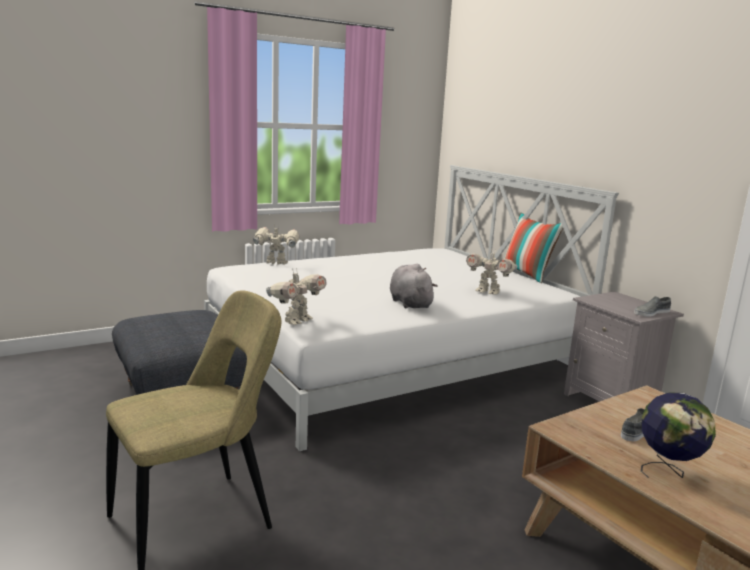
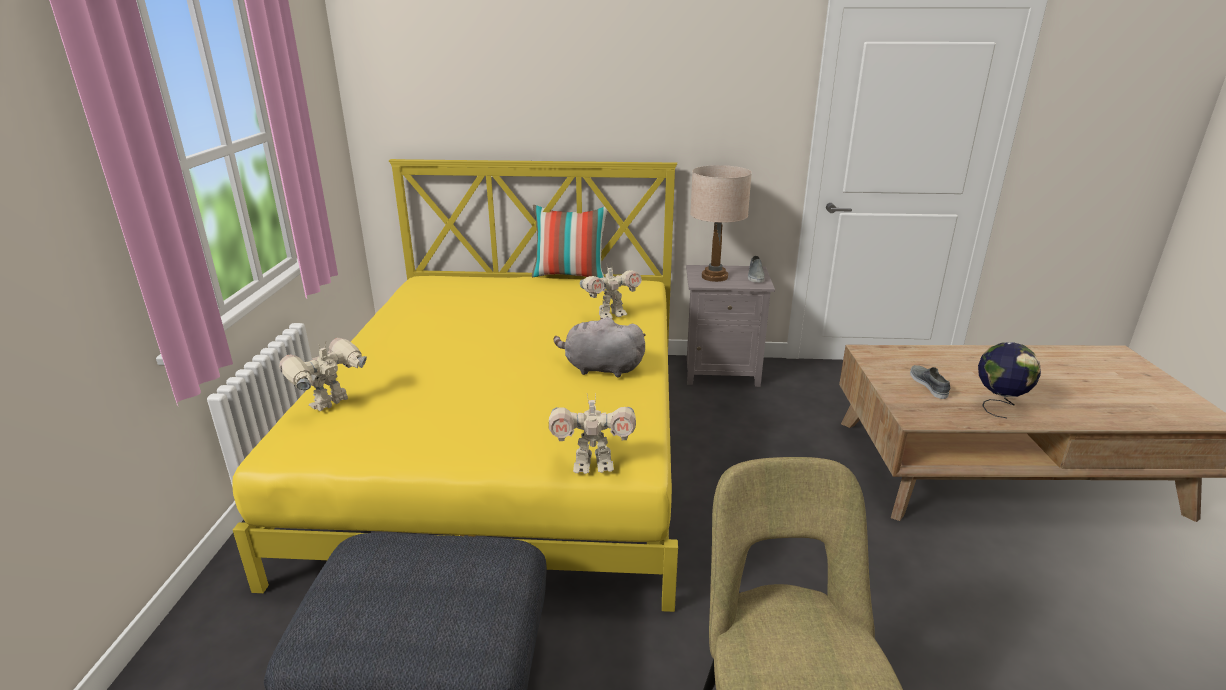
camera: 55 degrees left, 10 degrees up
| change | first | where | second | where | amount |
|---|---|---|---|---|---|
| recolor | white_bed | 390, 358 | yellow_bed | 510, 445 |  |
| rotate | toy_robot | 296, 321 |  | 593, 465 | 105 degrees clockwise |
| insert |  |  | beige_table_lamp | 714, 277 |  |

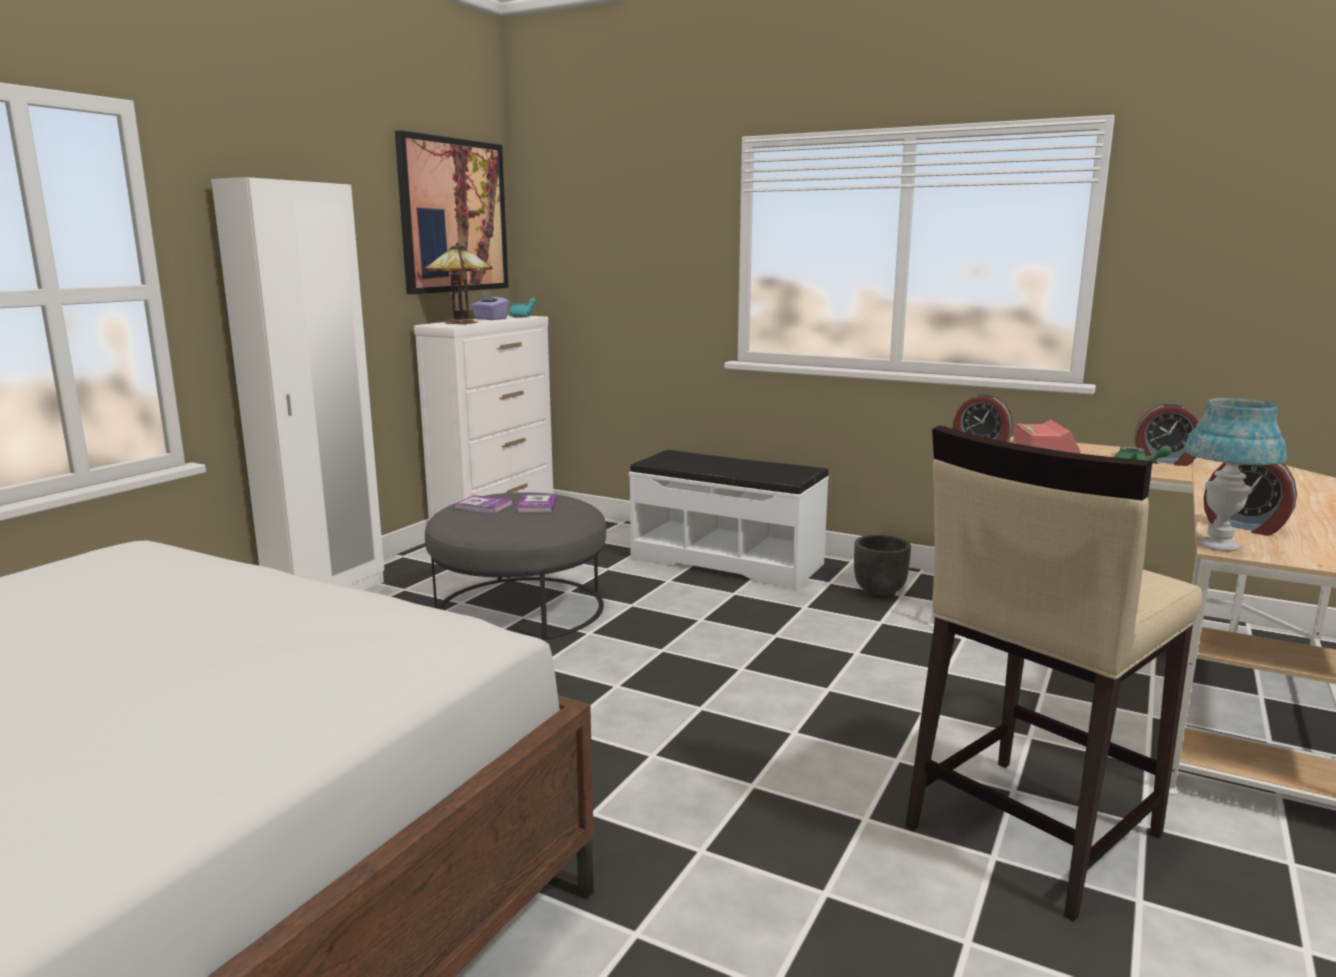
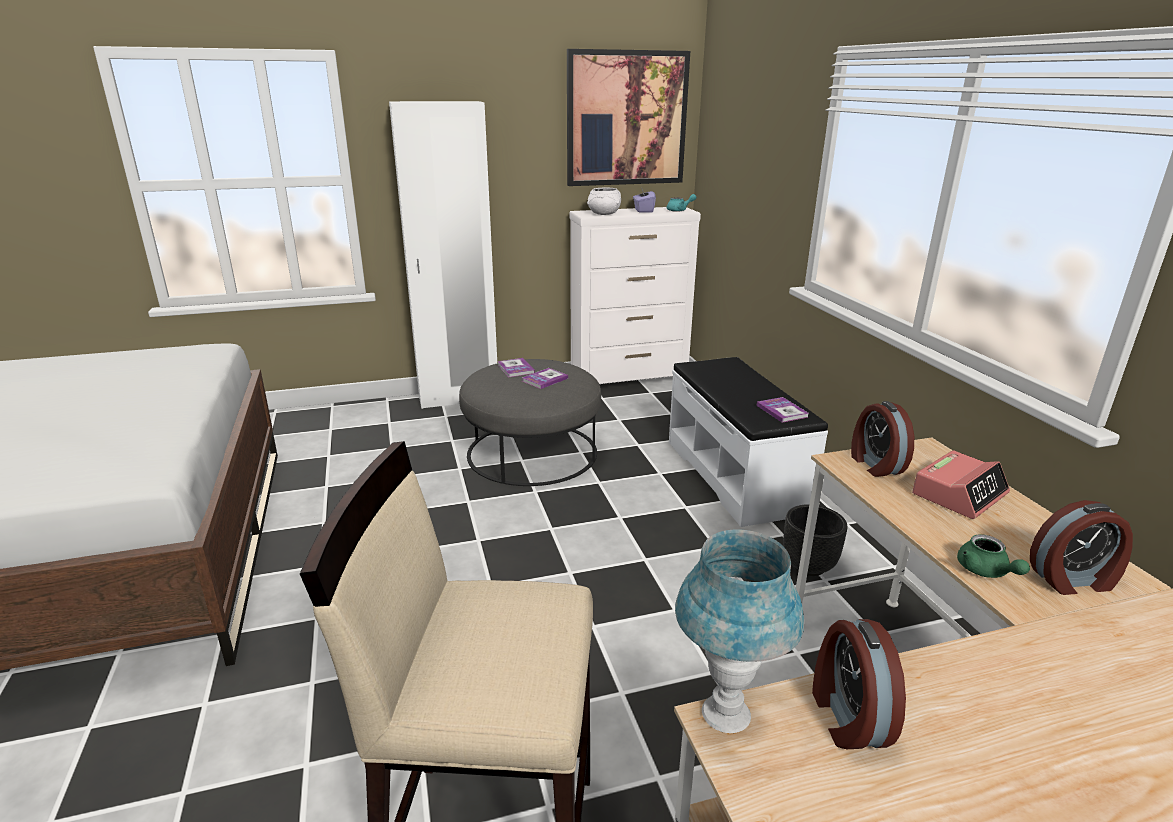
camera: 45 degrees right, 10 degrees up
| change | first | where | second | where | amount |
|---|---|---|---|---|---|
| replace | table_lamp | 464, 323 | white_bowl | 604, 214 |  |
| insert |  |  | book | 782, 411 |  |
| rotate | alarm_clock | 1164, 461 |  | 1073, 580 | 75 degrees counterclockwise |

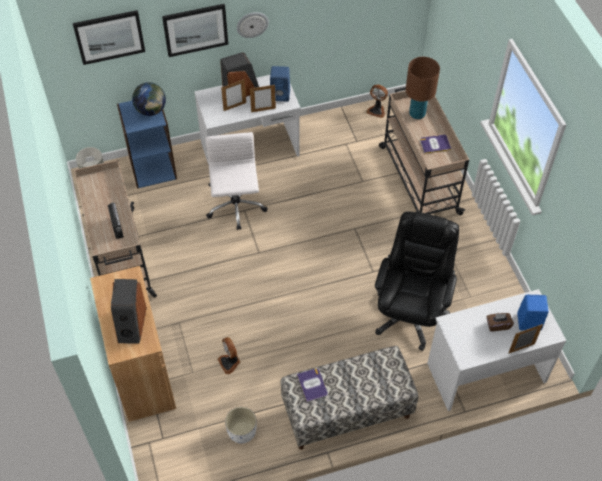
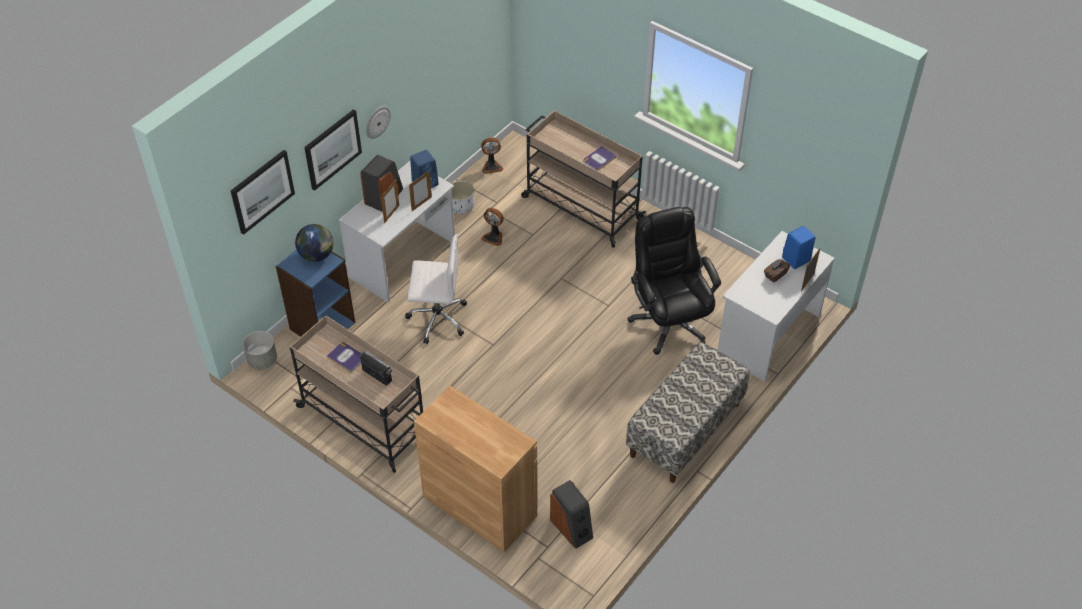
camera: 35 degrees left, 5 degrees down
| change | first | where | second | where | amount |
|---|---|---|---|---|---|
| move | book | 312, 385 |  | 346, 357 |  |
| rotate | white_office_chair | 236, 208 |  | 437, 318 | 135 degrees clockwise |
| move | white_planter | 242, 432 |  | 462, 207 |  |
| move | fan | 230, 362 |  | 493, 237 |  |
| move | speaker | 131, 324 |  | 572, 527 |  |
| delete | brown_table_lamp | 417, 114 |  |  |  |

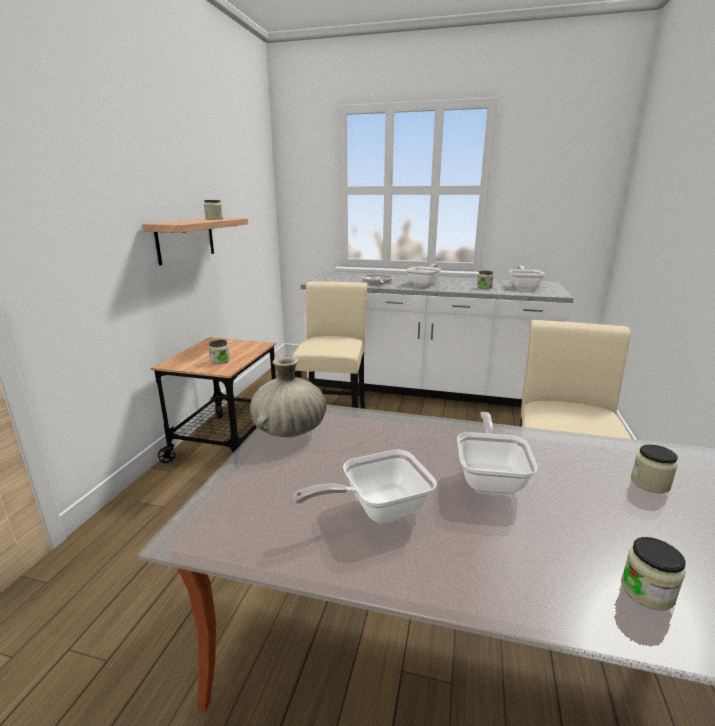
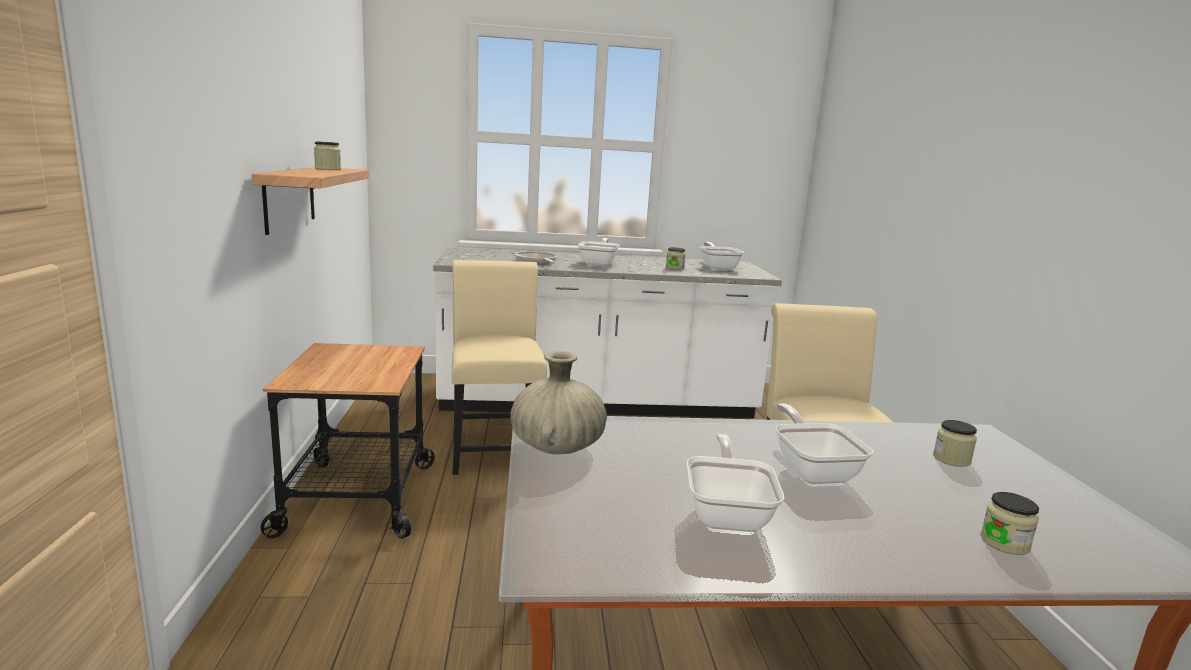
camera: 20 degrees left, 5 degrees down
| change | first | where | second | where | amount |
|---|---|---|---|---|---|
| rotate | frying_pan | 377, 509 |  | 728, 513 | 135 degrees clockwise |
| delete | jar | 220, 361 |  |  |  |

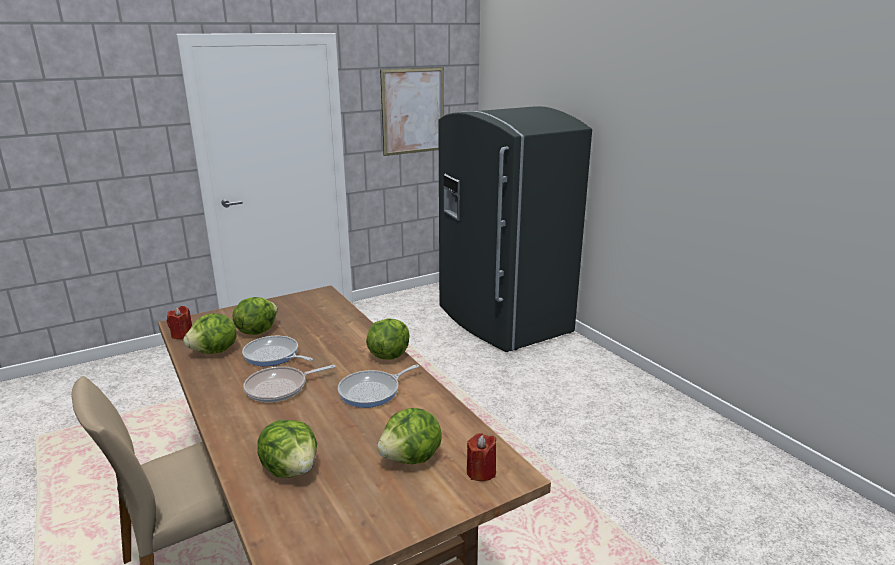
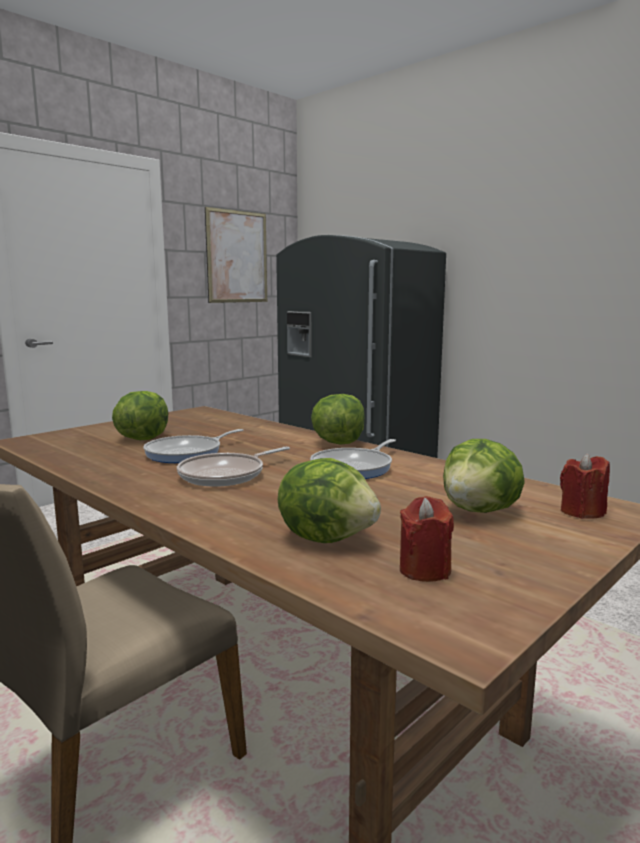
camera: 15 degrees left, 10 degrees down
| change | first | where | second | where | amount |
|---|---|---|---|---|---|
| rotate | frying_pan | 273, 355 |  | 187, 453 | 60 degrees counterclockwise |
| move | red_candle | 182, 334 |  | 424, 570 |  |
| delete | lettuce | 215, 351 |  |  |  |

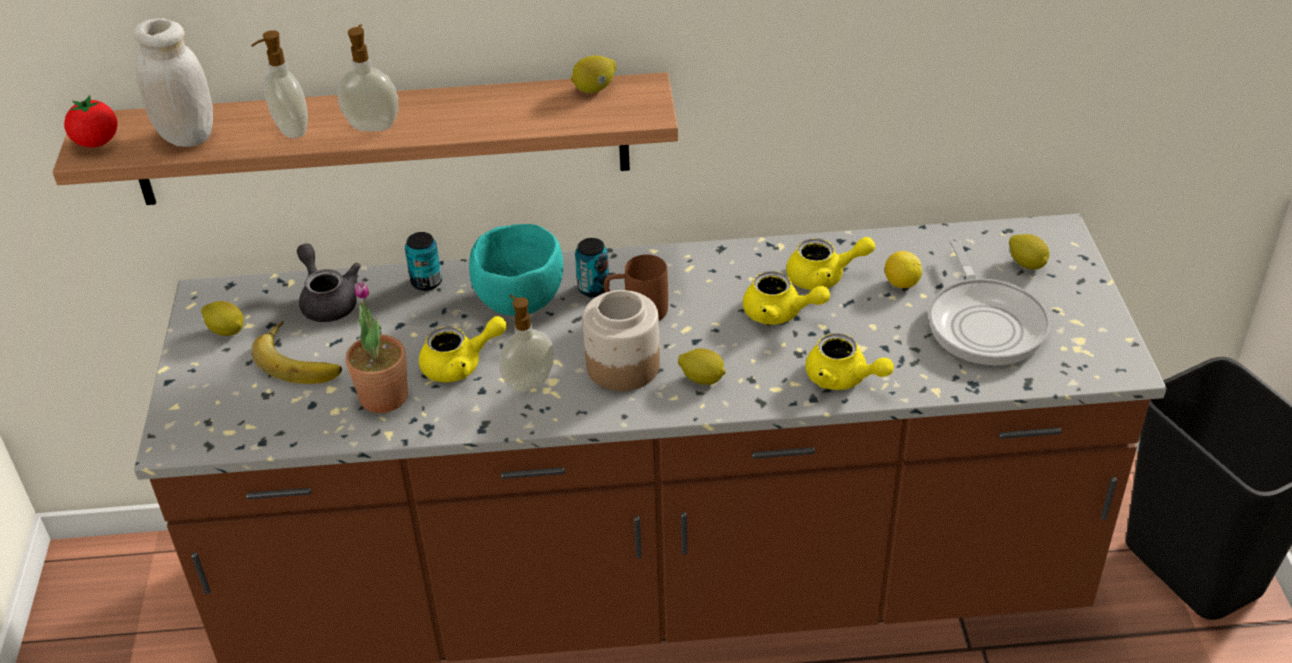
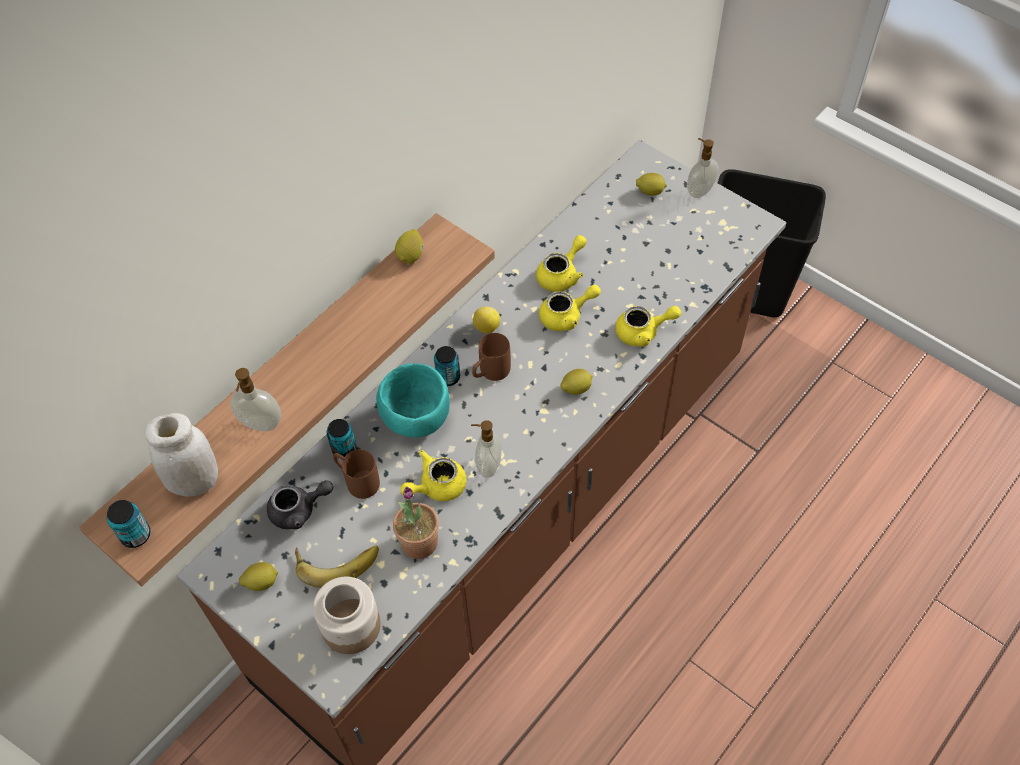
camera: 45 degrees left, 15 degrees up
| change | first | where | second | where | amount |
|---|---|---|---|---|---|
| replace | tomato | 97, 142 | can | 136, 535 |  |
| rotate | grey_teapot | 328, 301 |  | 299, 510 | 150 degrees clockwise |
| move | jar | 622, 366 |  | 350, 626 |  |
| insert |  |  | brown_mug | 357, 481 |  |
| rotate | yellow_teapot | 460, 365 |  | 436, 486 | 150 degrees counterclockwise |
| move | lemon | 901, 283 |  | 486, 327 |  |
| move | soap_dispenser | 373, 125 |  | 699, 190 |  |
| delete | frying_pan | 984, 323 |  |  |  |

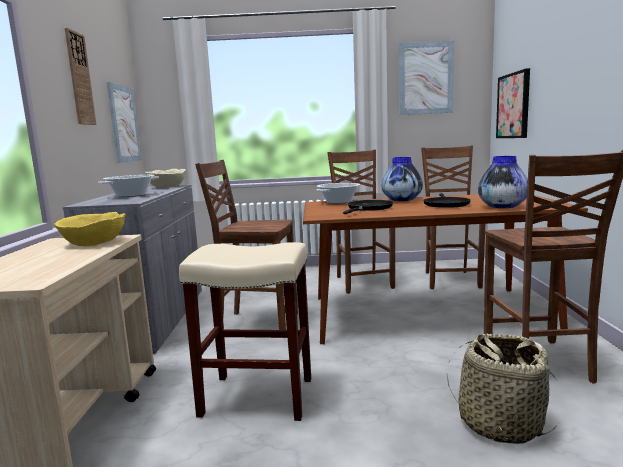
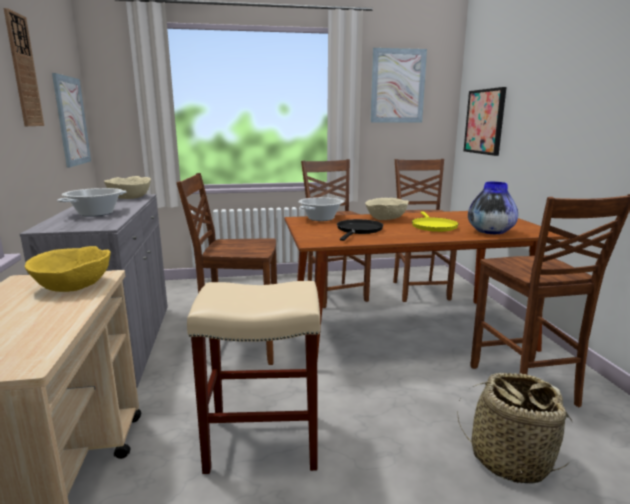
camera: 10 degrees left, 5 degrees up
| change | first | where | second | where | amount |
|---|---|---|---|---|---|
| replace | vase | 402, 200 | beige_bowl | 385, 218 |  |
| recolor | black_frying_pan | 445, 204 | yellow_frying_pan | 433, 226 |  |

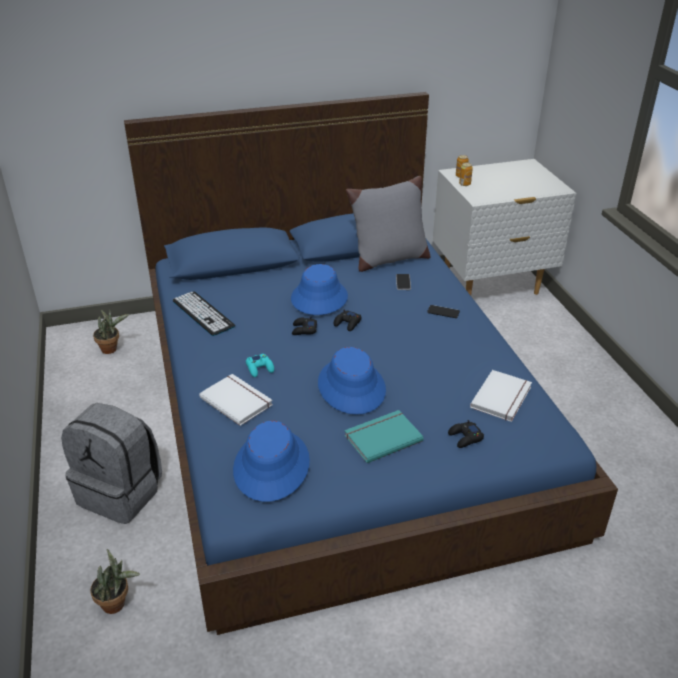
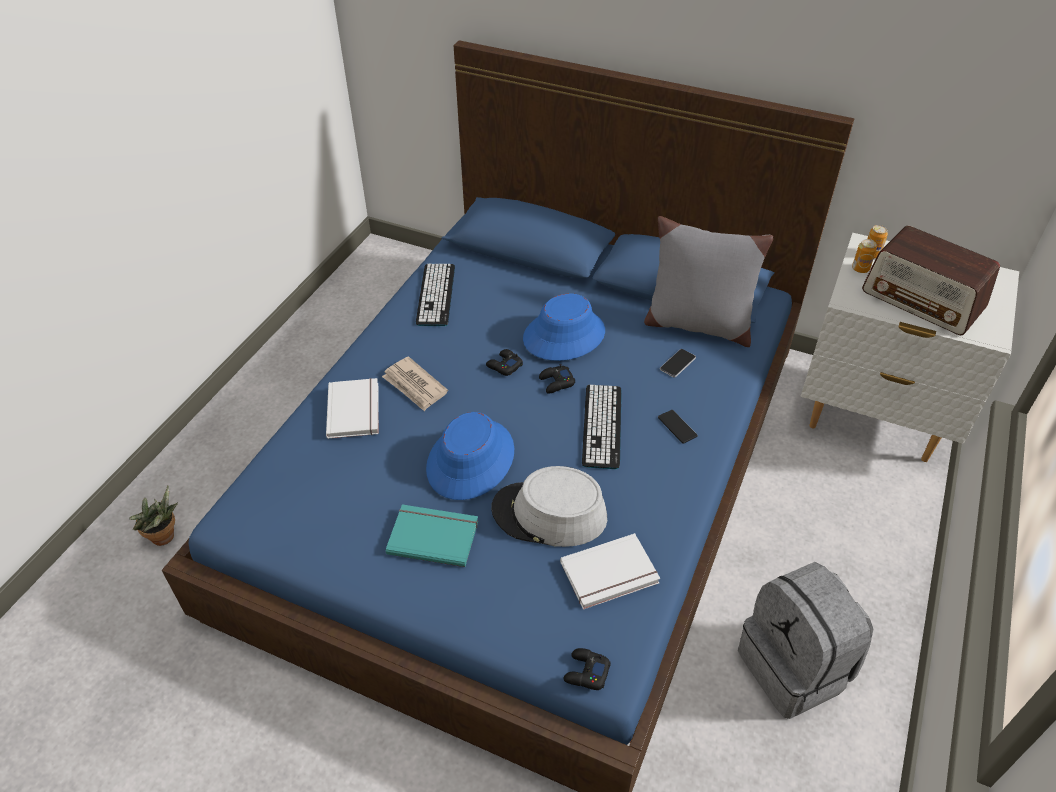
camera: 40 degrees right, 10 degrees up
| change | first | where | second | where | amount |
|---|---|---|---|---|---|
| replace | turquoise_game_controller | 260, 368 | newspaper | 415, 386 |  |
| insert |  |  | grey_hat | 549, 514 |  |
| move | black_game_controller | 465, 438 |  | 586, 672 |  |
| insert |  |  | keyboard | 602, 426 |  |
| move | grey_backpack | 122, 493 |  | 795, 668 |  |
| insert |  |  | radio | 923, 300 |  |
| delete | potted_plant | 111, 349 |  |  |  |
| delete | blue_hat | 272, 466 |  |  |  |

